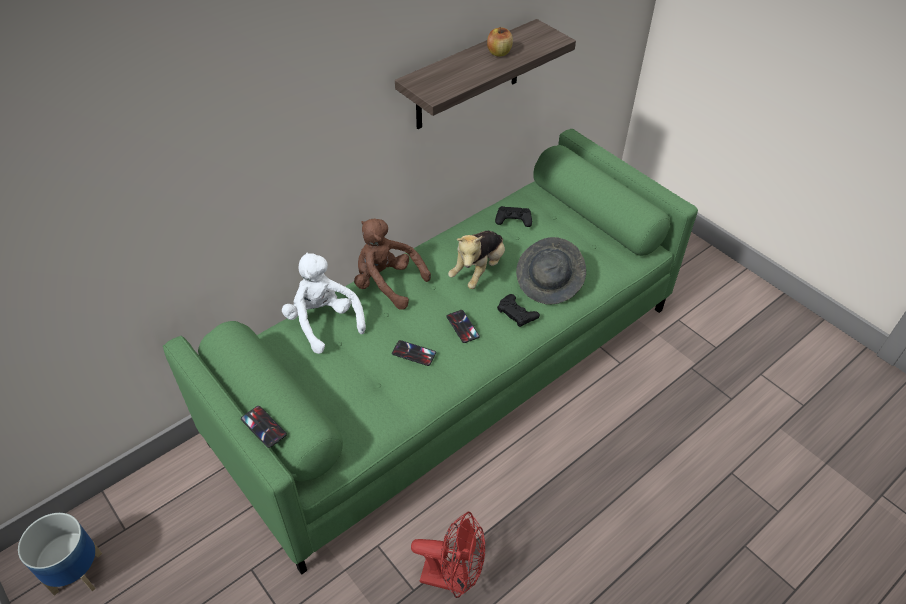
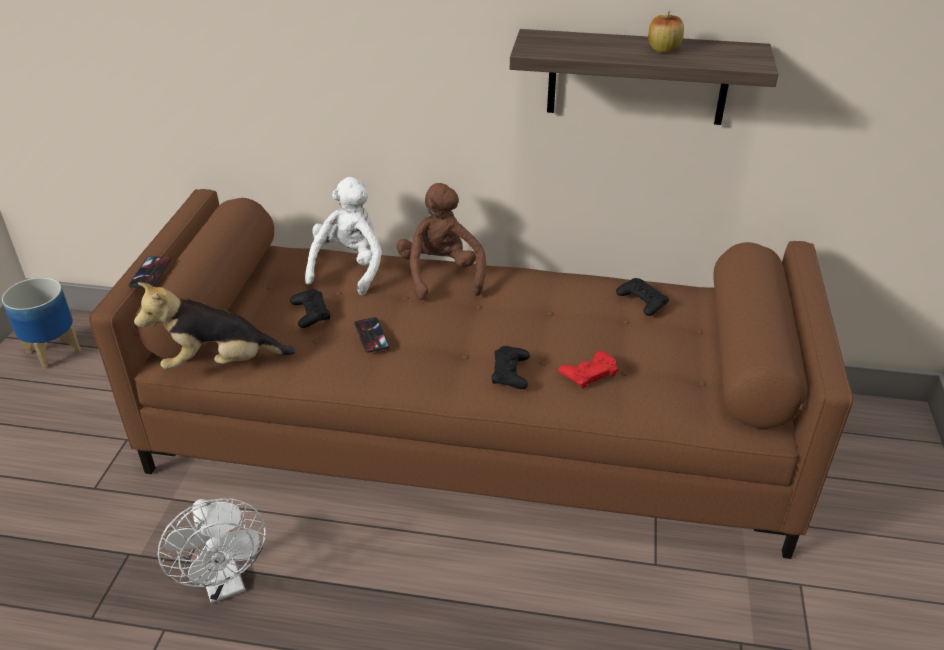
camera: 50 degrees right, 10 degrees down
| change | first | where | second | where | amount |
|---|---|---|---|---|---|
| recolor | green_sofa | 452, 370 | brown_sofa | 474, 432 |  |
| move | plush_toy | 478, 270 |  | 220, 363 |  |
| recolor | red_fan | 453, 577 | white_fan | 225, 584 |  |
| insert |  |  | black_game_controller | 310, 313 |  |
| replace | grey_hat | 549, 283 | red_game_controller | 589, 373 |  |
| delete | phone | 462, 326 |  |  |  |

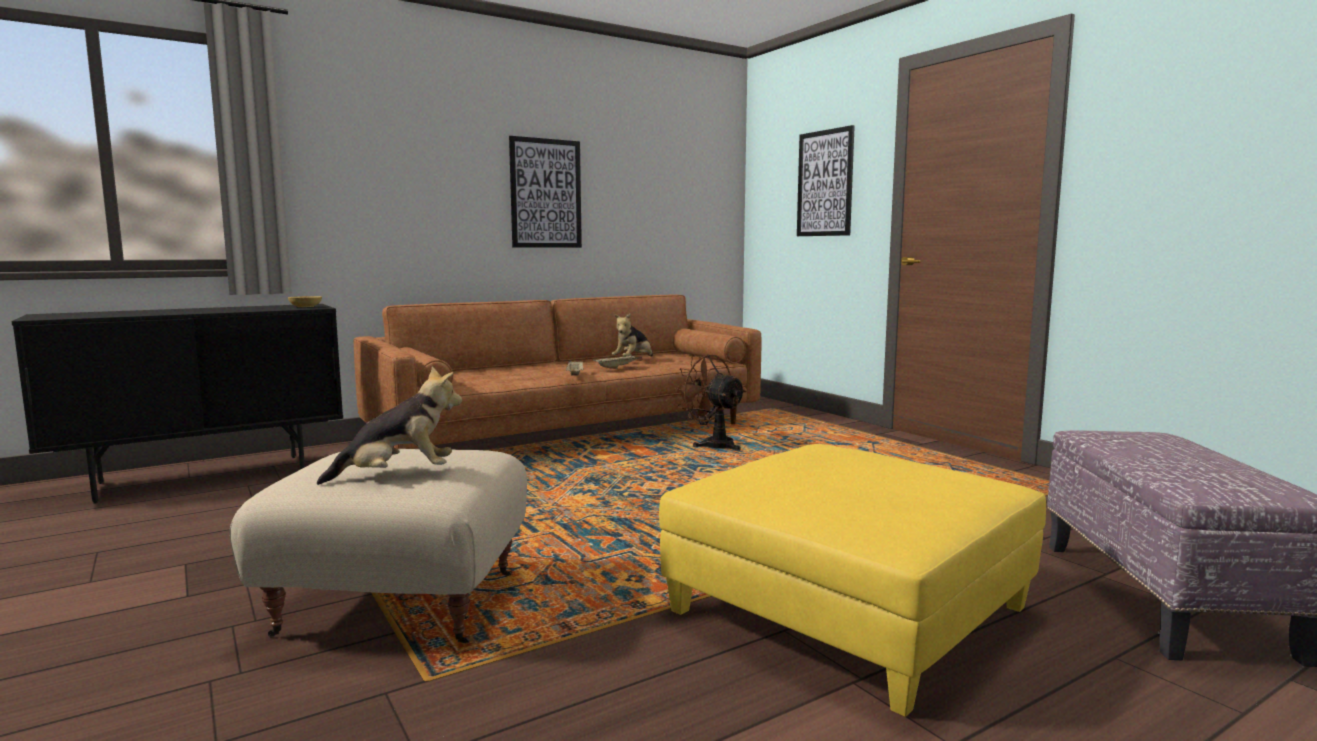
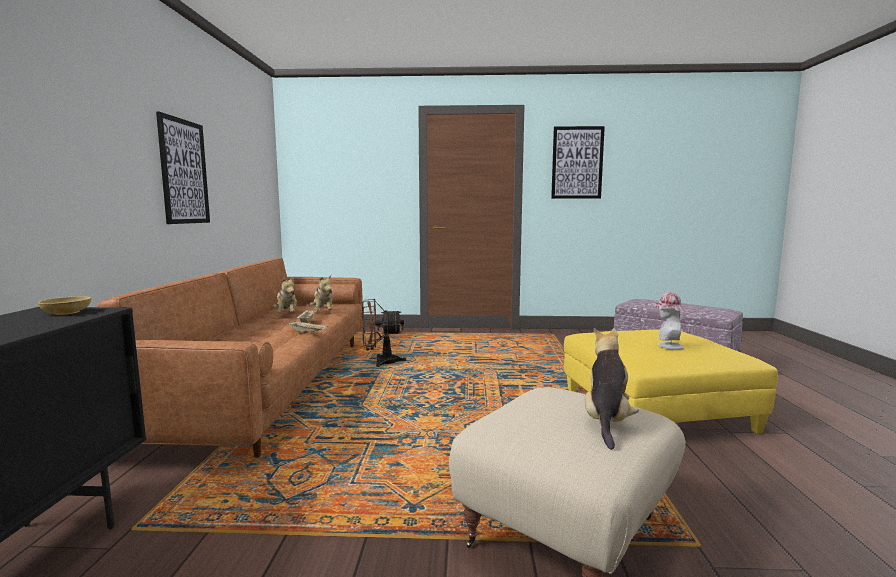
camera: 55 degrees left, 0 degrees up
| change | first | where | second | where | amount |
|---|---|---|---|---|---|
| insert |  |  | plush_toy | 323, 312 |  |
| move | picture | 825, 183 |  | 577, 163 |  |
| insert |  |  | hat | 666, 345 |  |

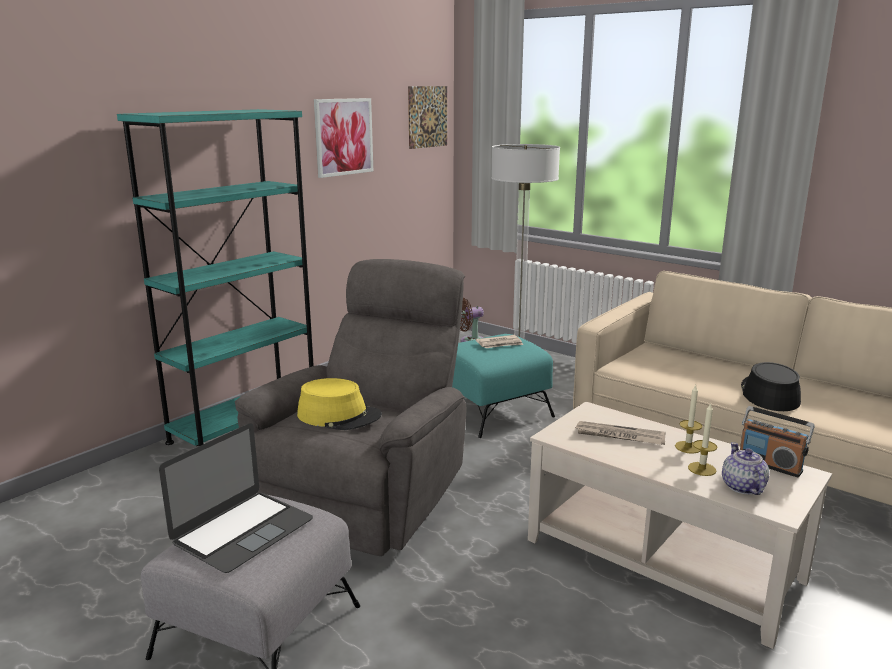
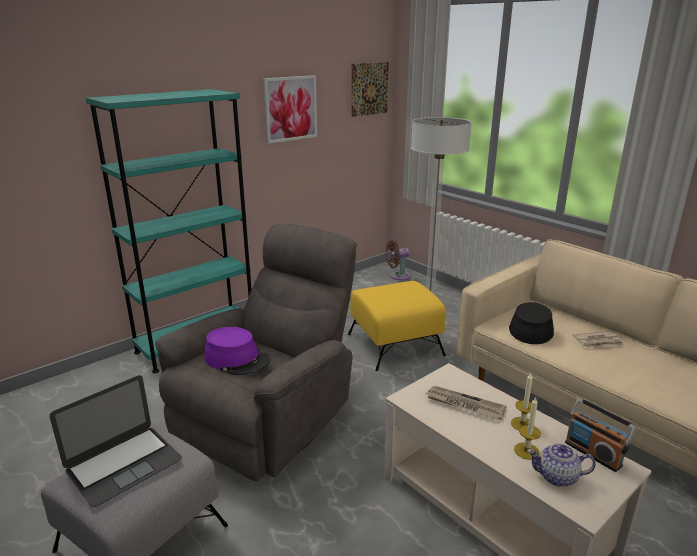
camera: 10 degrees right, 5 degrees up
| change | first | where | second | where | amount |
|---|---|---|---|---|---|
| recolor | yellow_hat | 339, 416 | purple_hat | 237, 359 |  |
| recolor | turquoise_ottoman | 492, 410 | yellow_ottoman | 395, 344 |  |
| move | black_hat | 769, 394 |  | 531, 328 |  |
| rotate | teapot | 742, 487 |  | 557, 477 | 90 degrees counterclockwise |
| move | newspaper | 500, 344 |  | 598, 342 |  |

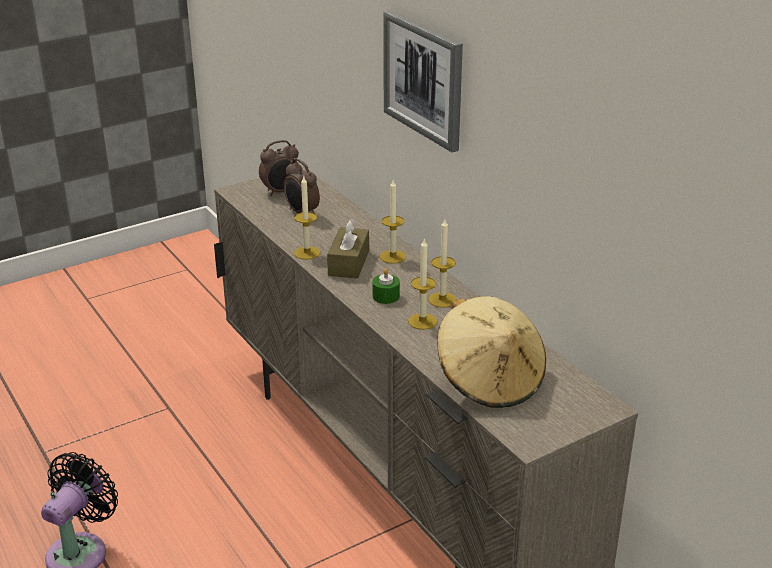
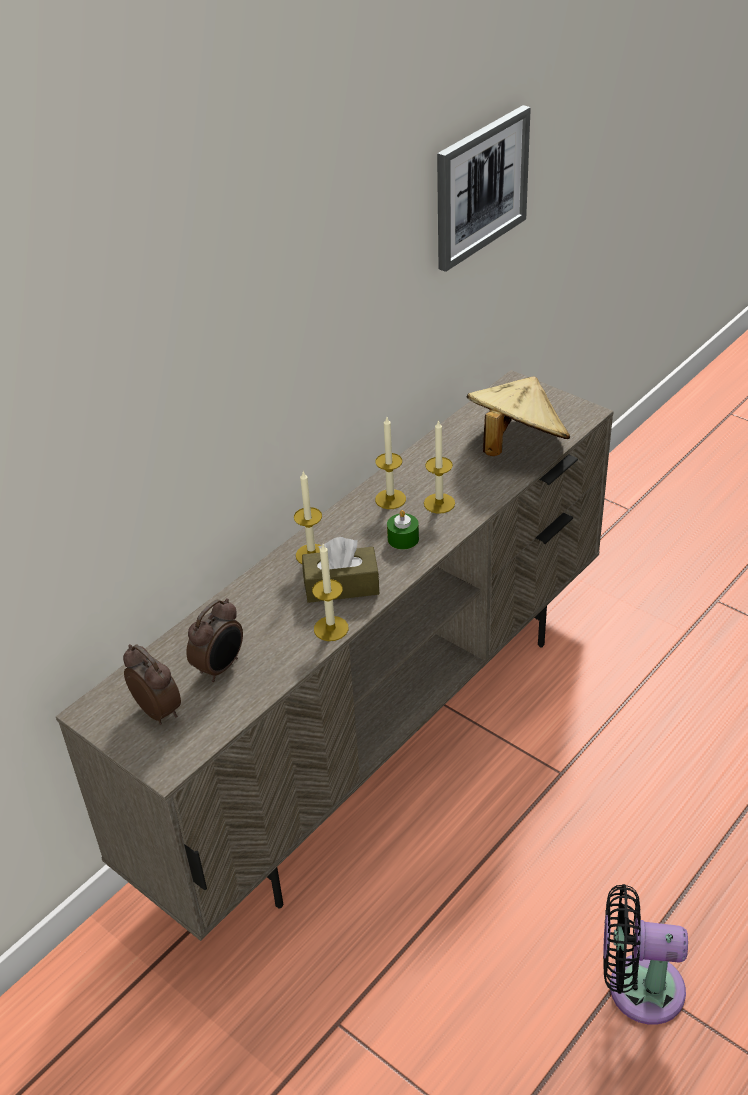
camera: 105 degrees left, 10 degrees up
| change | first | where | second | where | amount |
|---|---|---|---|---|---|
| move | picture | 424, 79 |  | 480, 187 |  |

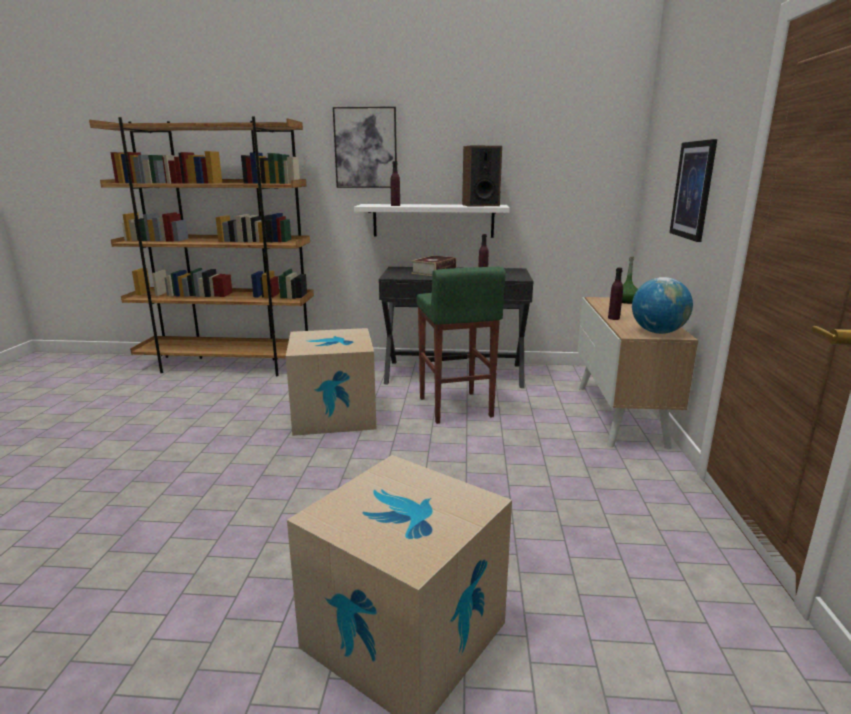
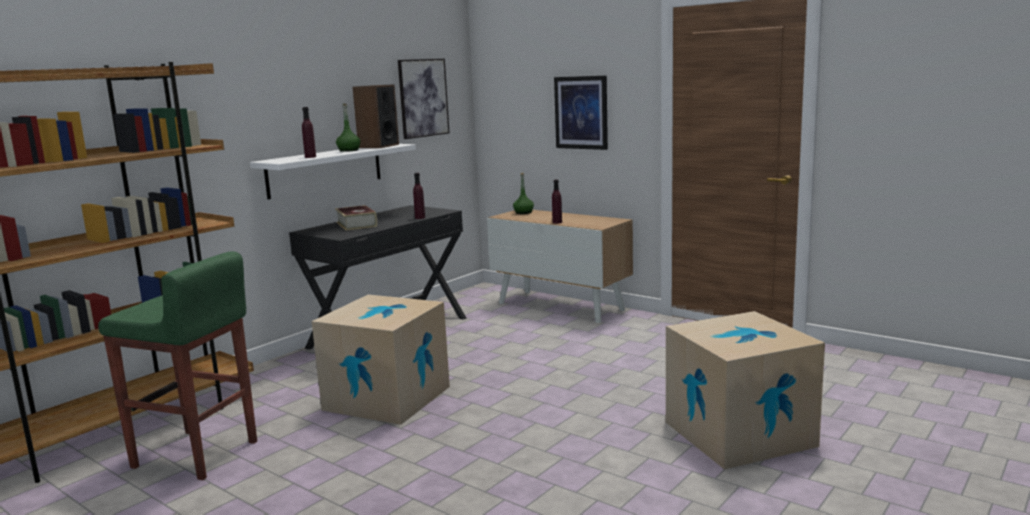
camera: 55 degrees left, 5 degrees down
| change | first | where | second | where | amount |
|---|---|---|---|---|---|
| move | green_stool | 454, 408 |  | 196, 455 |  |
| insert |  |  | green_bottle | 349, 150 |  |
| move | picture | 365, 148 |  | 423, 98 |  |
| delete | globe | 658, 332 |  |  |  |

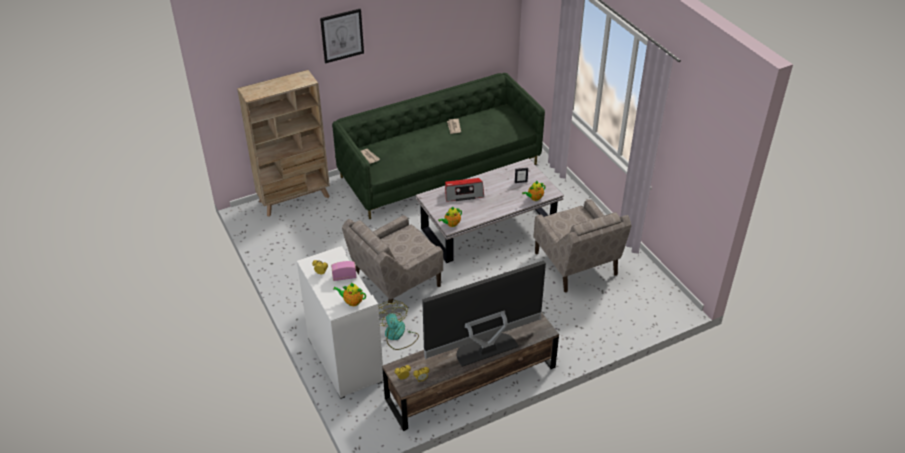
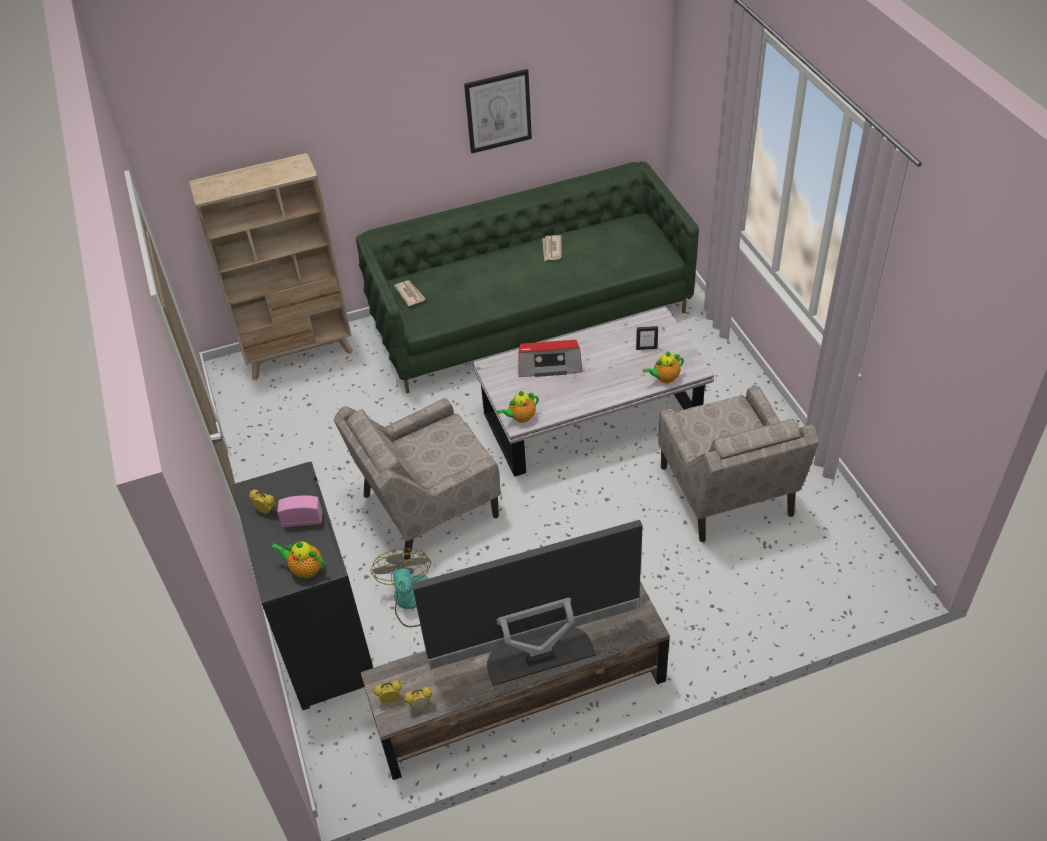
camera: 10 degrees right, 5 degrees up
| change | first | where | second | where | amount |
|---|---|---|---|---|---|
| recolor | white_cabinet | 344, 360 | black_cabinet | 321, 639 |  |
| move | picture | 342, 35 |  | 498, 111 |  |

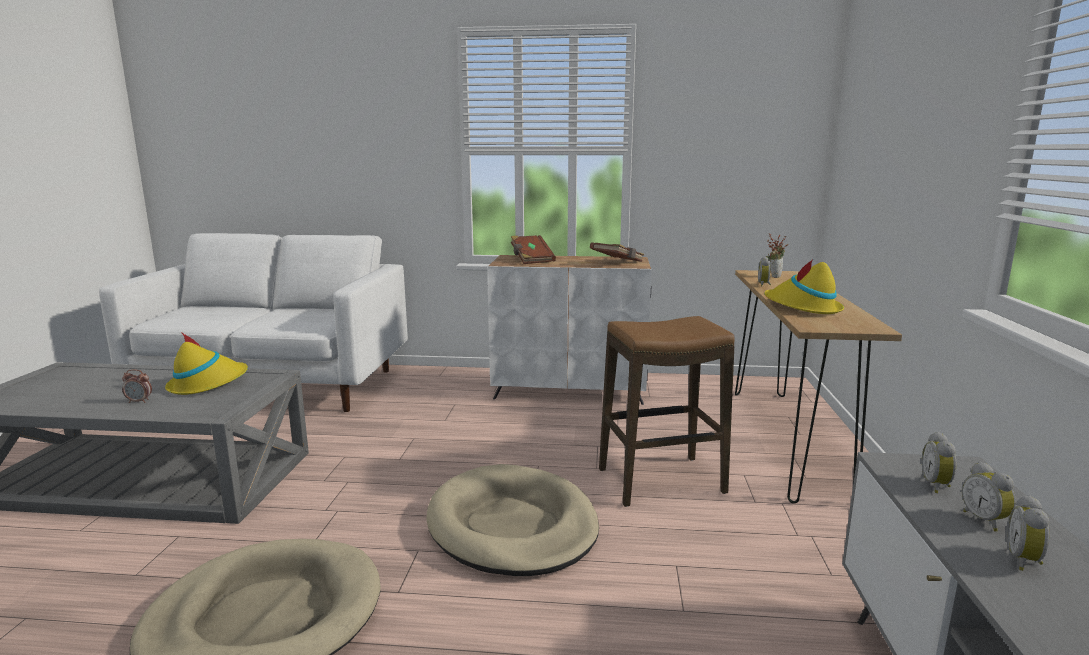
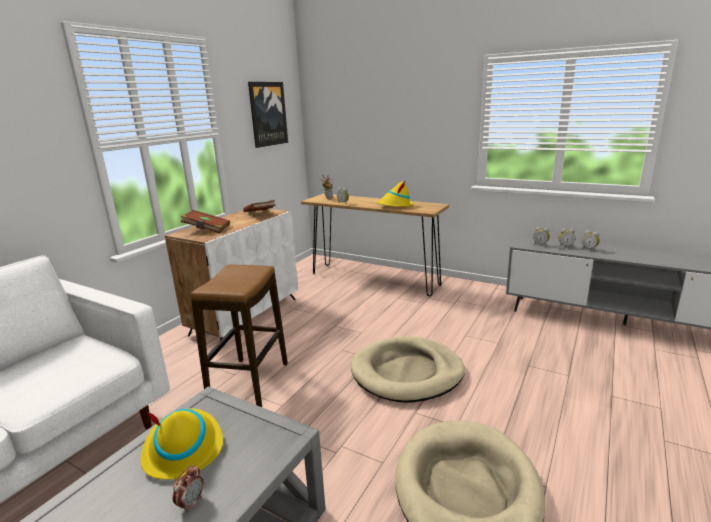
camera: 65 degrees left, 5 degrees up
| change | first | where | second | where | amount |
|---|---|---|---|---|---|
| move | stool | 661, 481 |  | 249, 382 |  |
| insert |  |  | picture | 268, 114 |  |

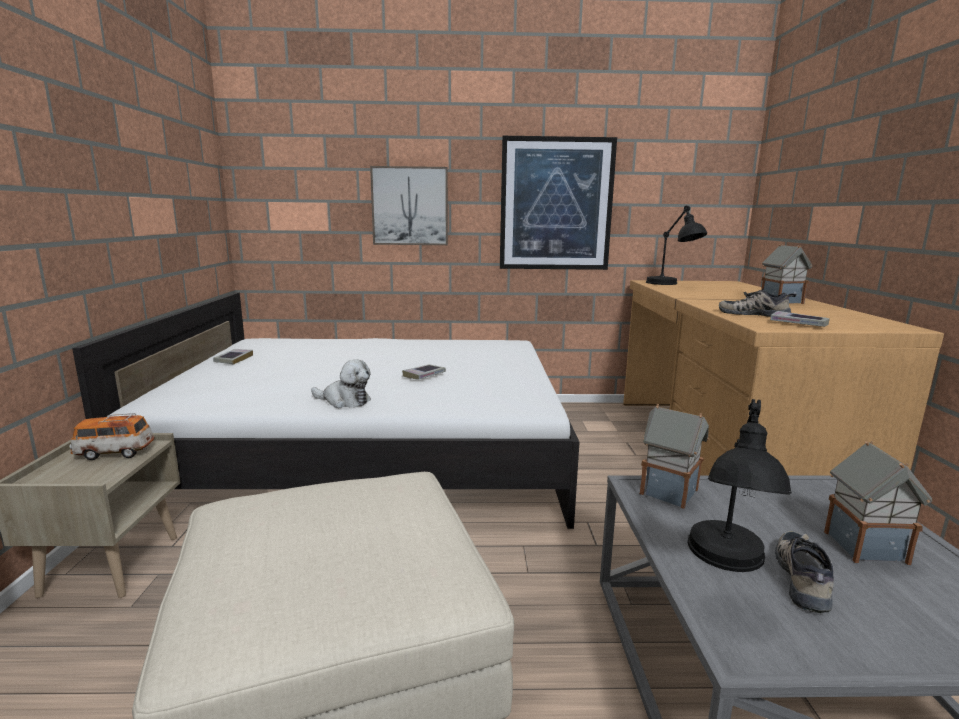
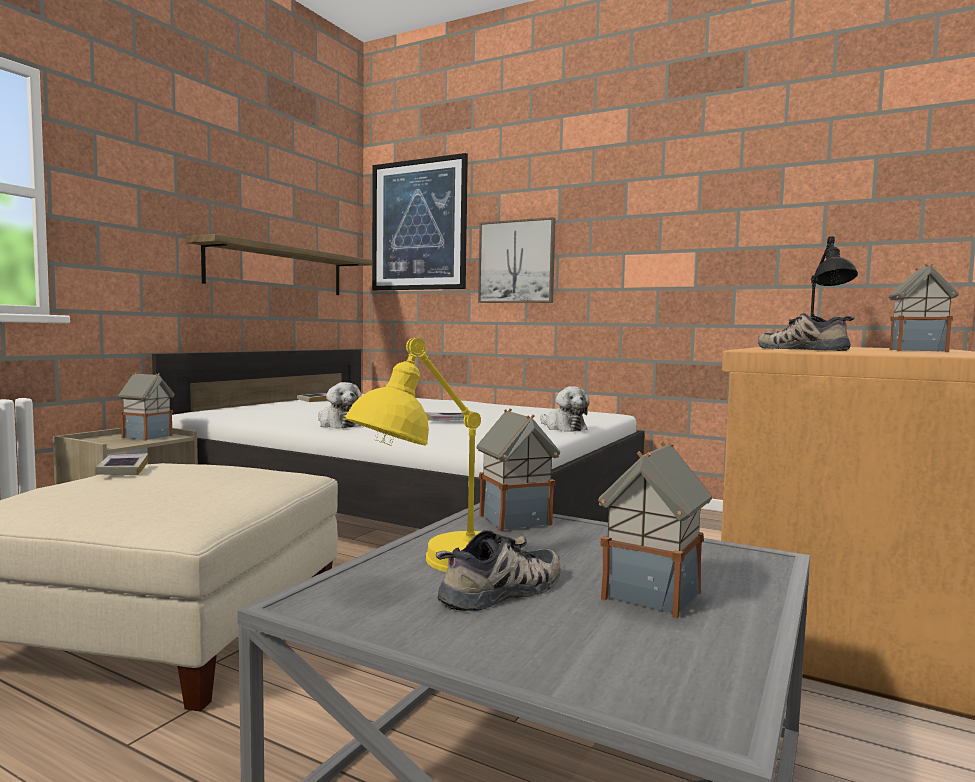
camera: 30 degrees right, 10 degrees down
| change | first | where | second | where | amount |
|---|---|---|---|---|---|
| move | book | 798, 324 |  | 122, 470 |  |
| replace | toy_car | 114, 453 | toy_house | 148, 437 |  |
| insert |  |  | shelf | 277, 270 |  |
| recolor | black_table_lamp | 727, 569 | yellow_table_lamp | 435, 567 |  |
| move | picture | 556, 204 |  | 418, 225 |  |
| insert |  |  | plush_toy | 563, 428 |  |

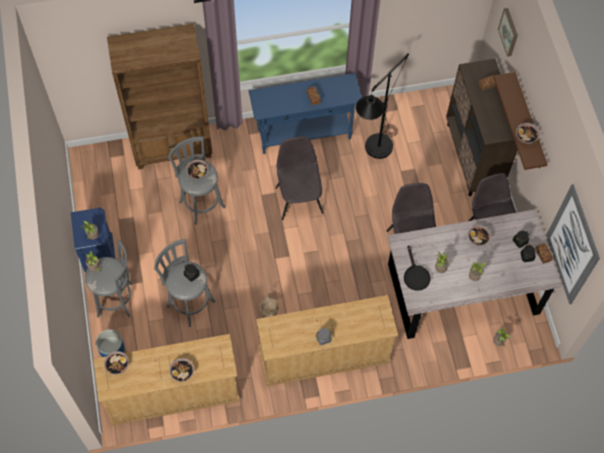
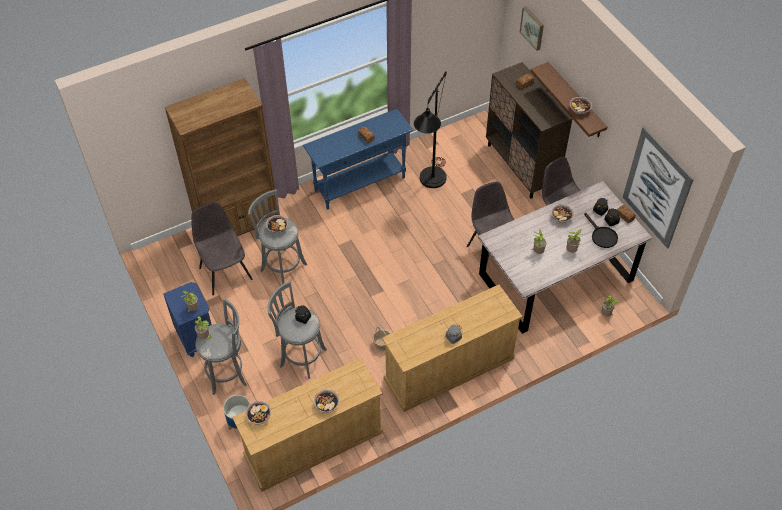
camera: 15 degrees left, 10 degrees down
| change | first | where | second | where | amount |
|---|---|---|---|---|---|
| move | grey_chair | 299, 199 |  | 225, 272 |  |
| move | black_frying_pan | 415, 275 |  | 601, 236 |  |

